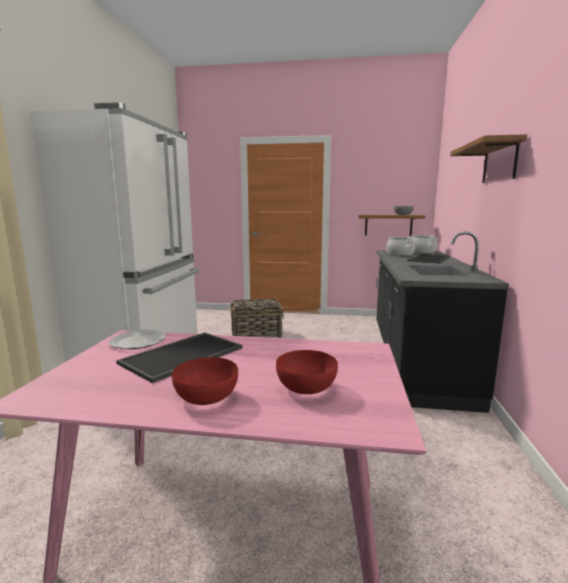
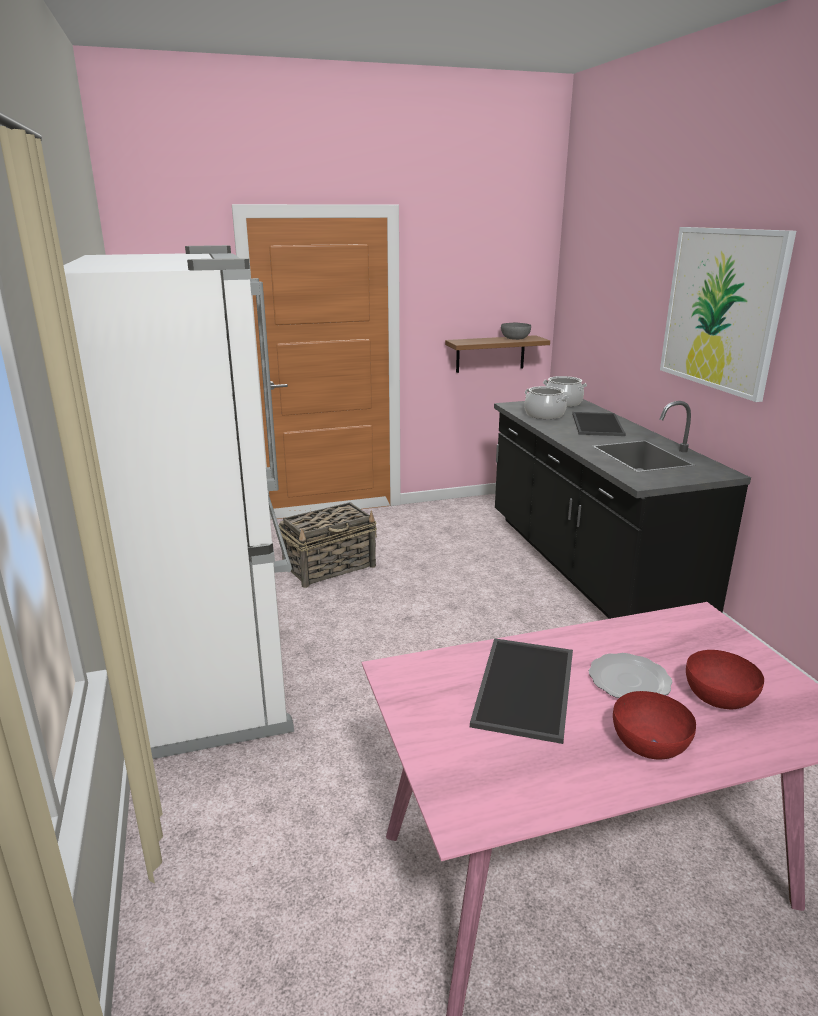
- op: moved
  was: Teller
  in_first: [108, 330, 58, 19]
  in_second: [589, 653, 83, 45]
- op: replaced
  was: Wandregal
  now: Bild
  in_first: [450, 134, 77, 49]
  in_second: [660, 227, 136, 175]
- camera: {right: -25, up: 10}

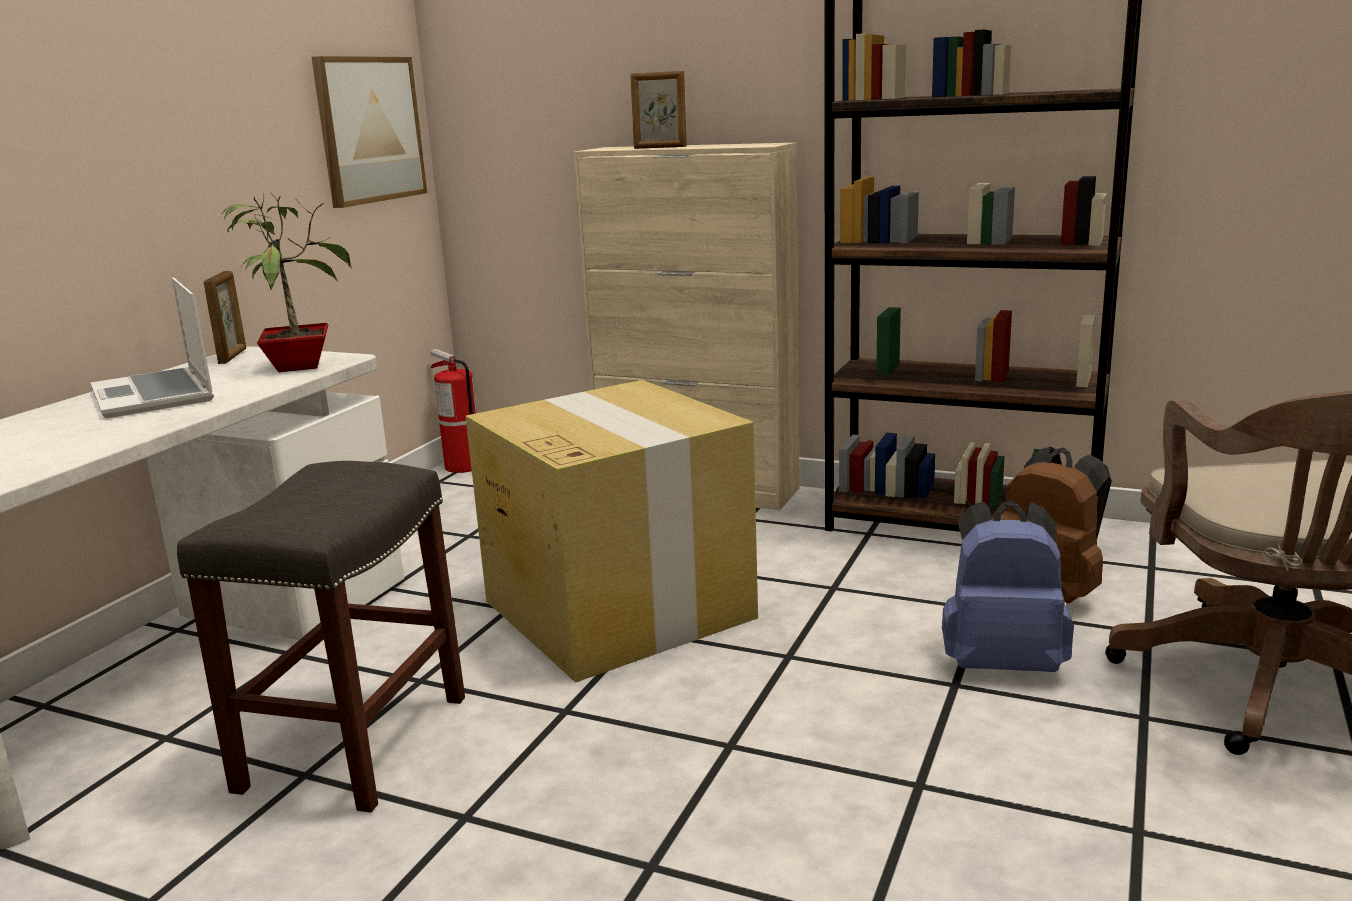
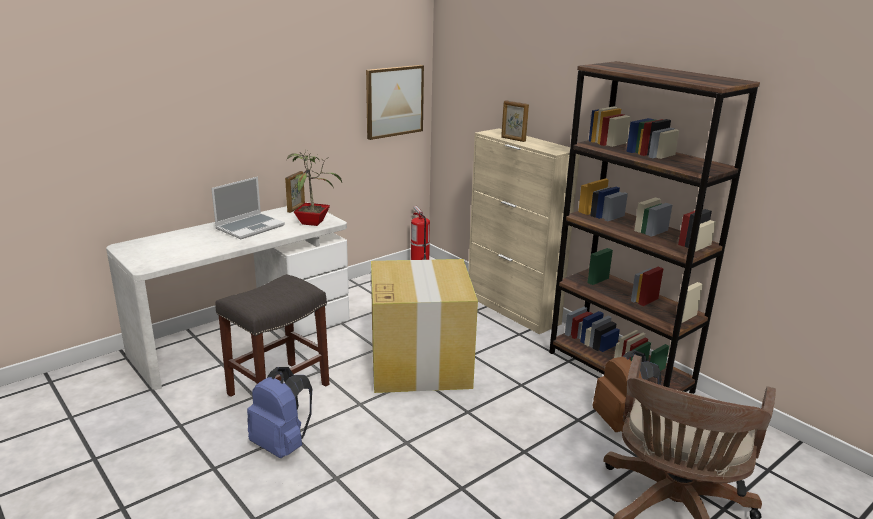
- op: turned
  was: Laptop
  in_first: [91, 277, 123, 141]
  in_second: [211, 176, 74, 63]
  clockwise: -135
- op: moved
  was: Rucksack (blau)
  in_first: [942, 500, 132, 172]
  in_second: [247, 367, 65, 91]
- camera: {right: 25, up: 5}

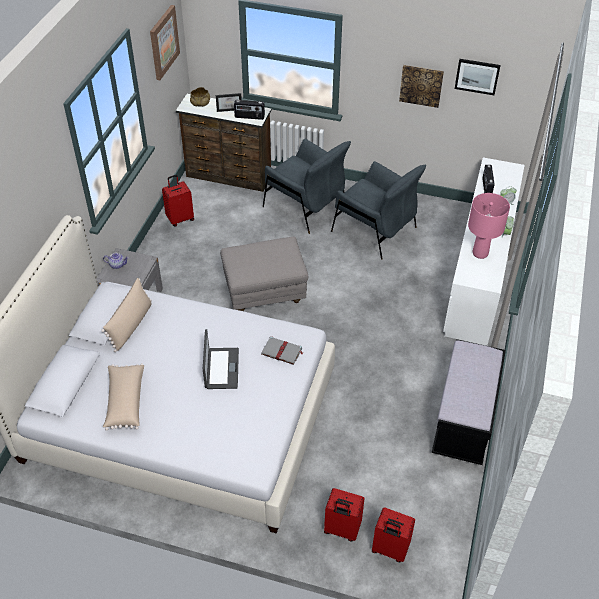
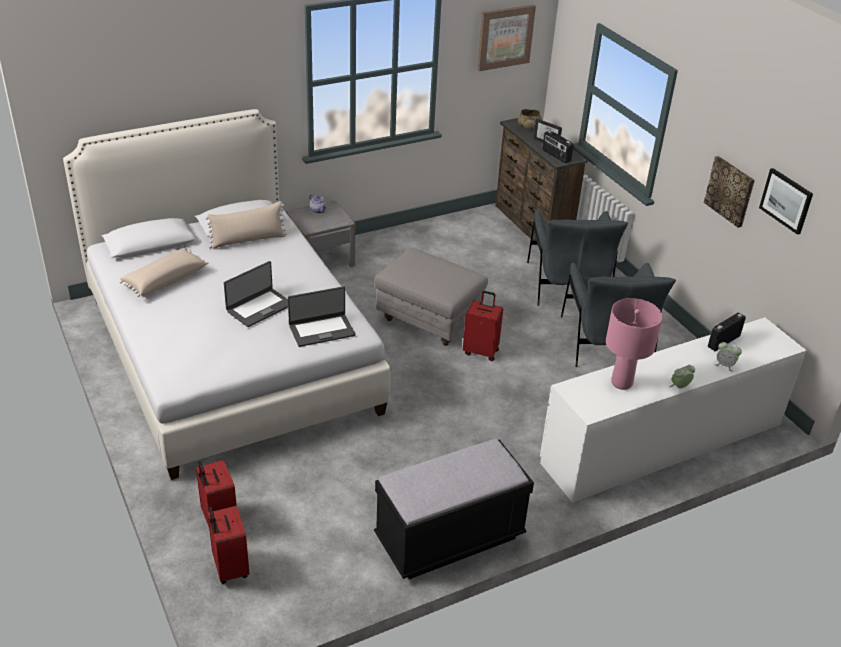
- op: moved
  was: Koffer (rot)
  in_first: [162, 175, 32, 52]
  in_second: [463, 291, 40, 70]
- op: replaced
  was: Buch (grau)
  now: Laptop
  in_first: [261, 336, 42, 29]
  in_second: [288, 286, 67, 61]
- camera: {right: 45, up: -10}

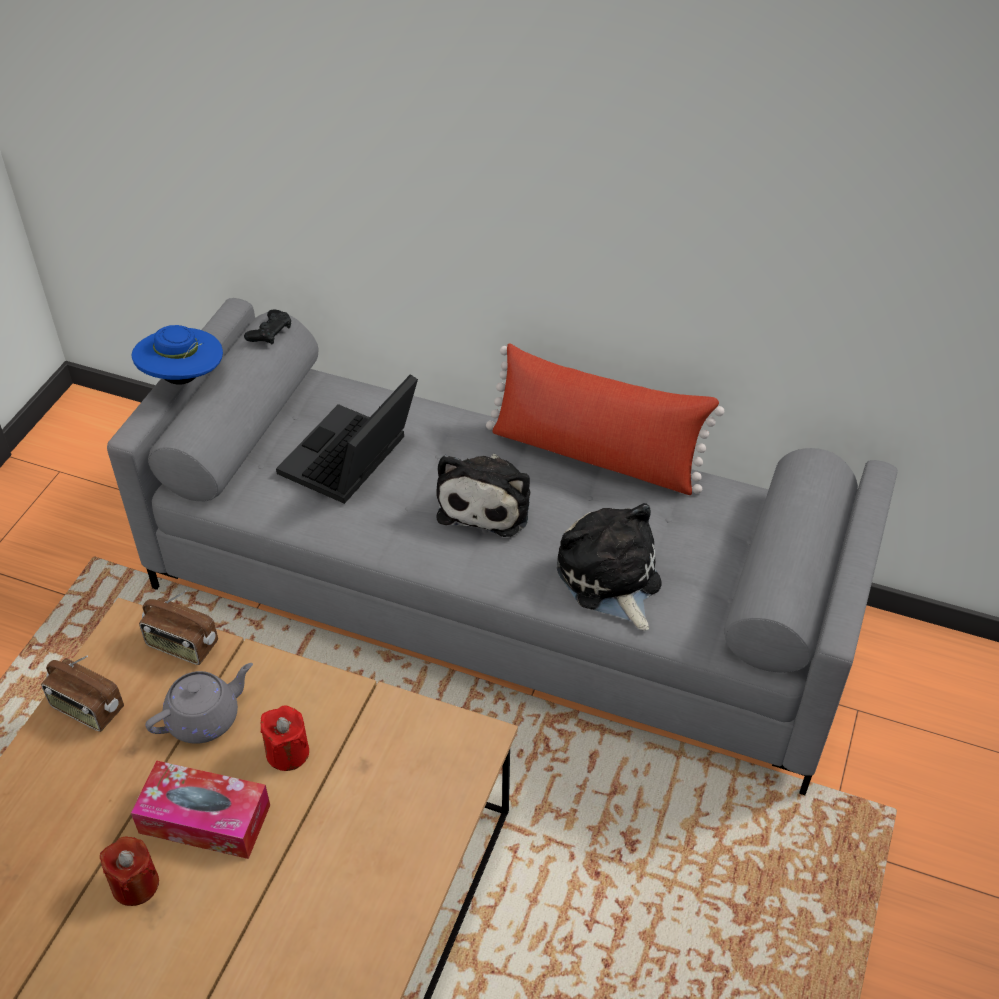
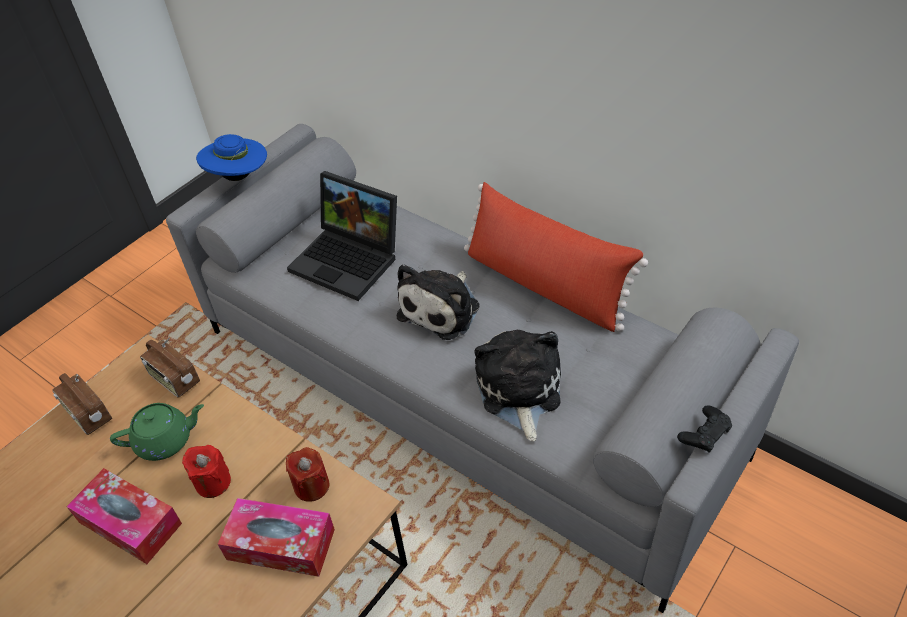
- op: moved
  was: Kerze (rot)
  in_first: [100, 837, 59, 69]
  in_second: [286, 447, 43, 55]
- op: recoloured
  was: Teekanne (grau)
  now: Teekanne (grün)
  in_first: [145, 663, 108, 81]
  in_second: [110, 403, 94, 58]
- op: moved
  was: Gamepad (schwarz)
  in_first: [244, 310, 47, 35]
  in_second: [677, 405, 55, 48]
- op: turned
  was: Laptop
  in_first: [276, 375, 142, 129]
  in_second: [287, 171, 110, 130]
  clockwise: -105
- op: added
  now: Taschentuchbox
  in_second: [218, 498, 117, 79]
- camera: {right: 20, up: 0}

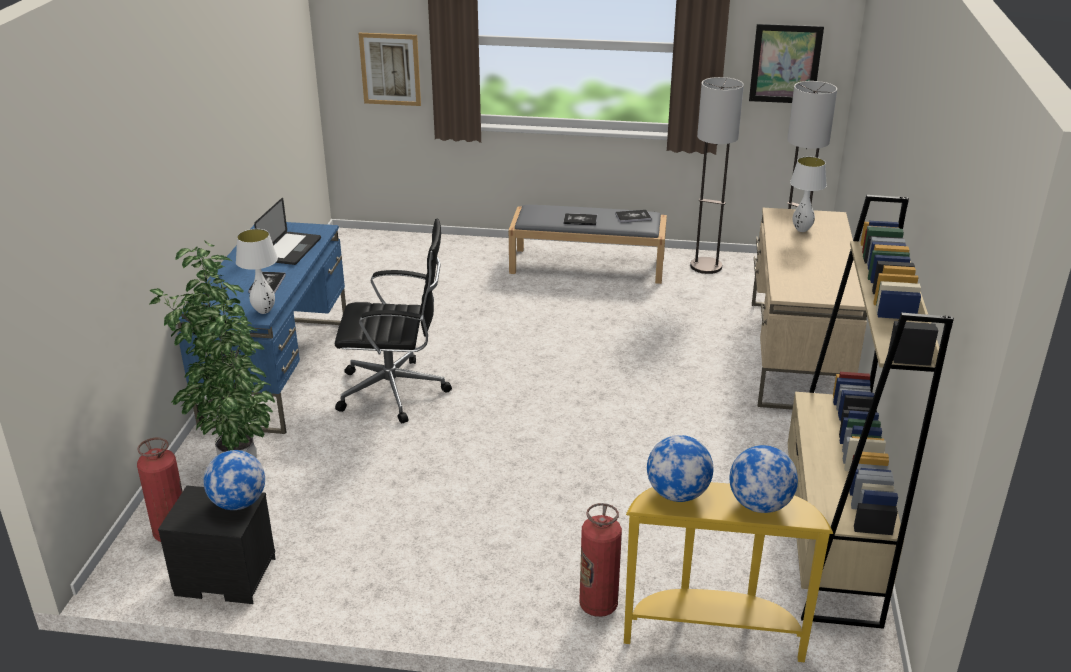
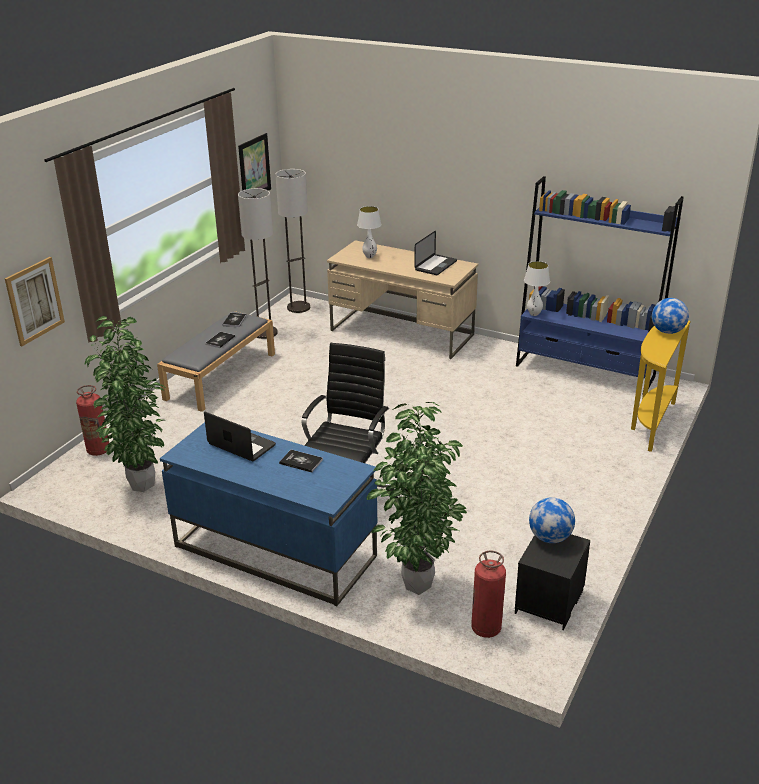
- op: moved
  was: Tischlampe (weiß)
  in_first: [236, 229, 42, 85]
  in_second: [524, 261, 26, 55]
- op: moved
  was: Feuerlöscher
  in_first: [579, 503, 43, 114]
  in_second: [76, 385, 33, 71]
- op: removed
  was: Globus
  in_first: [647, 435, 66, 67]
- op: recoloured
  was: Bücherregal (beige)
  now: Bücherregal (blau)
  in_first: [788, 195, 166, 434]
  in_second: [516, 176, 168, 220]
- op: added
  now: Topfpflanze
  in_second: [85, 316, 81, 176]
- op: added
  now: Laptop
  in_second: [414, 231, 43, 44]
- camera: {right: -70, up: 0}

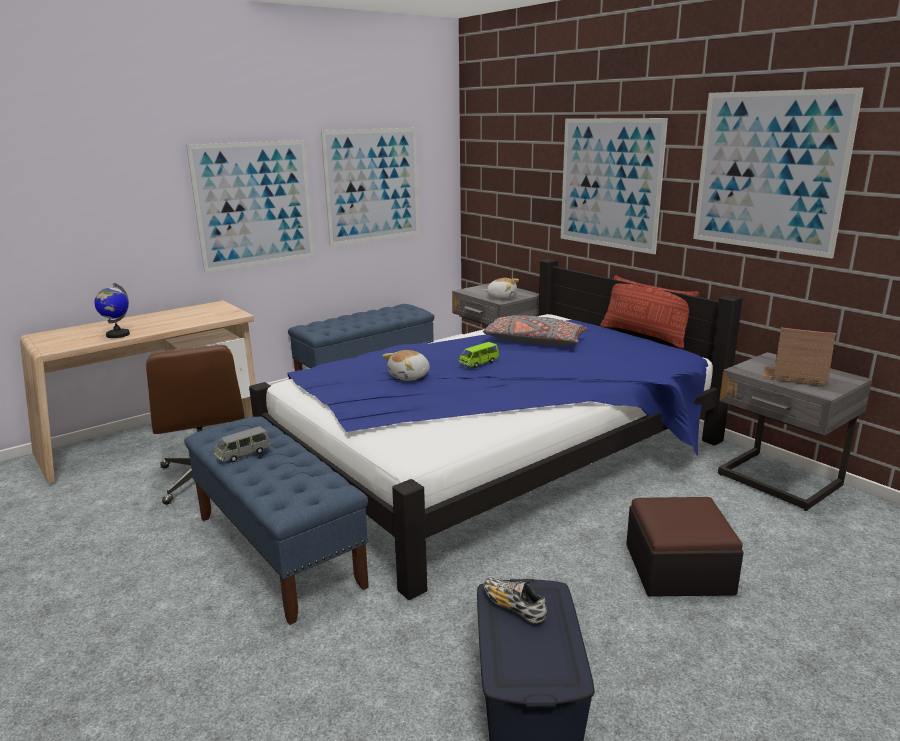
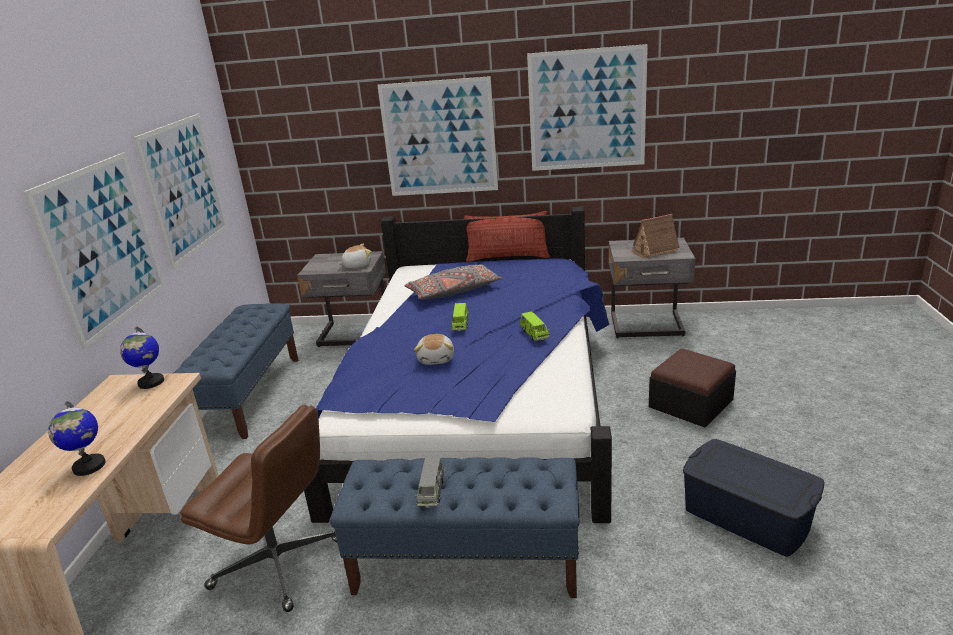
- op: removed
  was: Schuh
  in_first: [484, 578, 63, 46]
- op: added
  now: Globus
  in_second: [120, 327, 44, 62]
- op: added
  now: Spielzeugauto (grün)
  in_second: [520, 311, 30, 30]
- camera: {right: -45, up: 5}

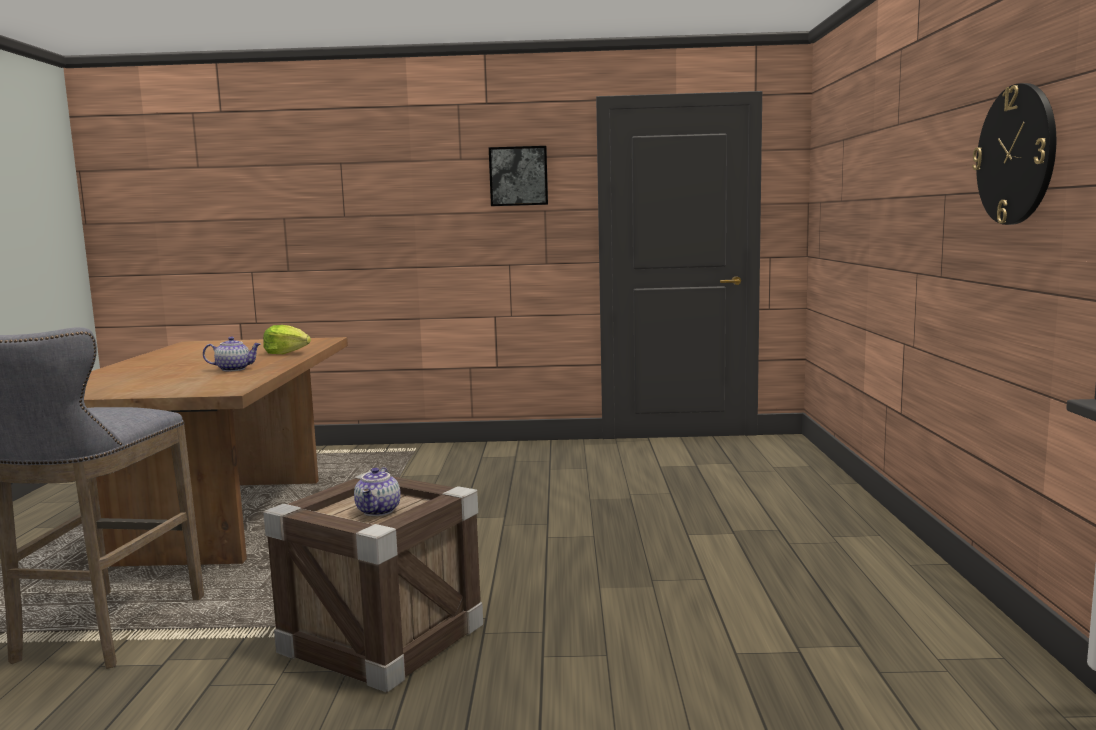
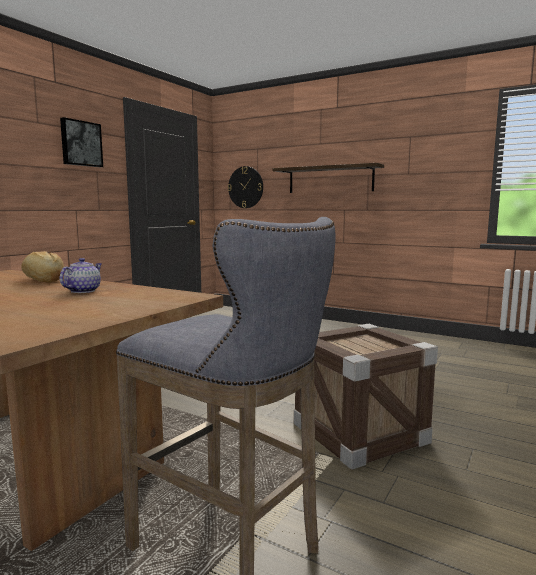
- op: replaced
  was: Salatkopf
  now: Brot
  in_first: [263, 325, 48, 29]
  in_second: [21, 251, 43, 32]
- op: removed
  was: Teekanne
  in_first: [354, 467, 47, 49]
- op: moved
  was: Wanduhr
  in_first: [972, 83, 84, 142]
  in_second: [228, 166, 35, 42]
- op: added
  now: Wandregal
  in_second: [272, 163, 112, 30]
- camera: {right: -60, up: 0}

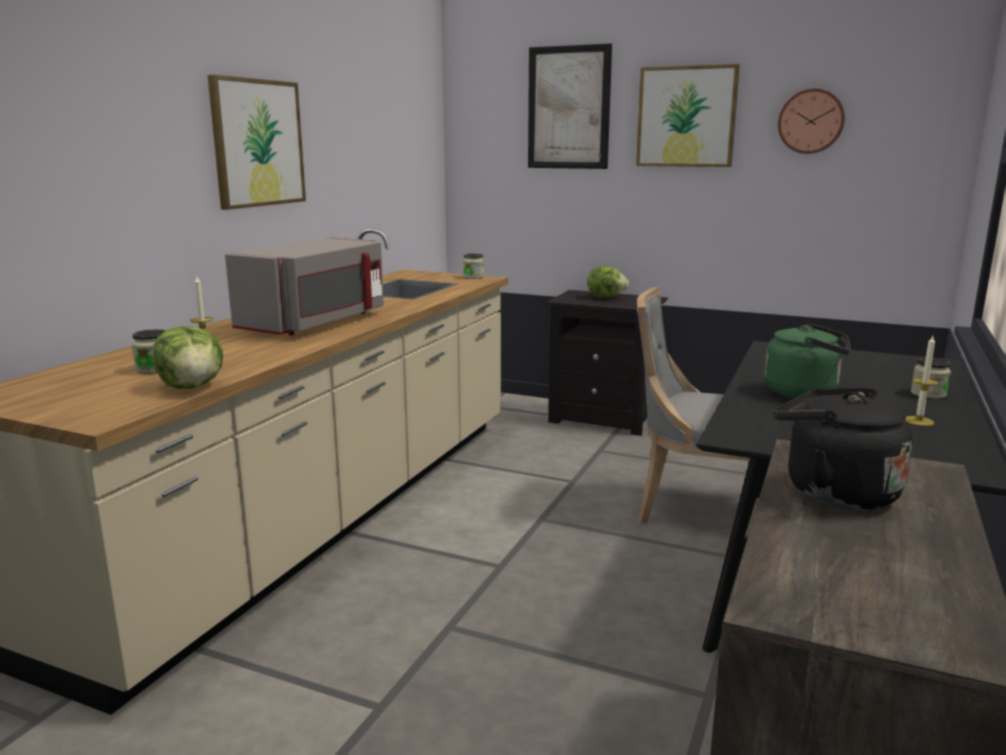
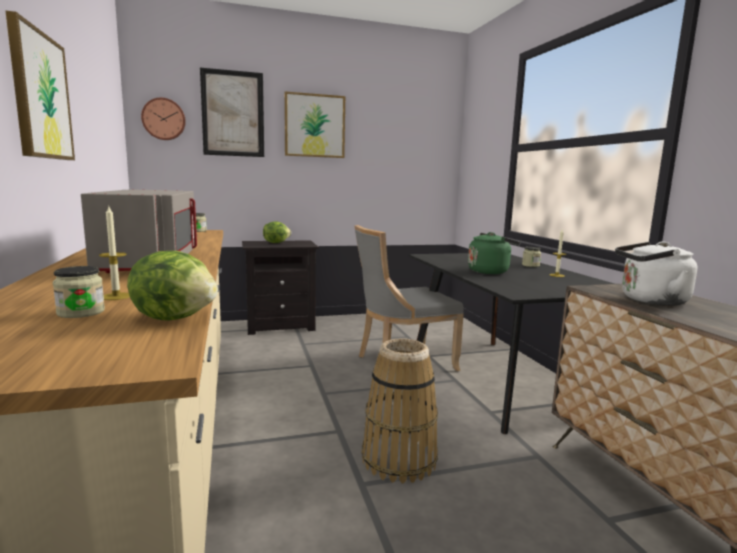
- op: recoloured
  was: Wasserkessel (schwarz)
  now: Wasserkessel (weiß)
  in_first: [773, 388, 140, 122]
  in_second: [615, 241, 82, 65]
- op: moved
  was: Wanduhr
  in_first: [778, 88, 67, 66]
  in_second: [141, 98, 45, 42]
- op: added
  now: Korb
  in_second: [362, 338, 76, 145]
- camera: {right: -40, up: -5}

